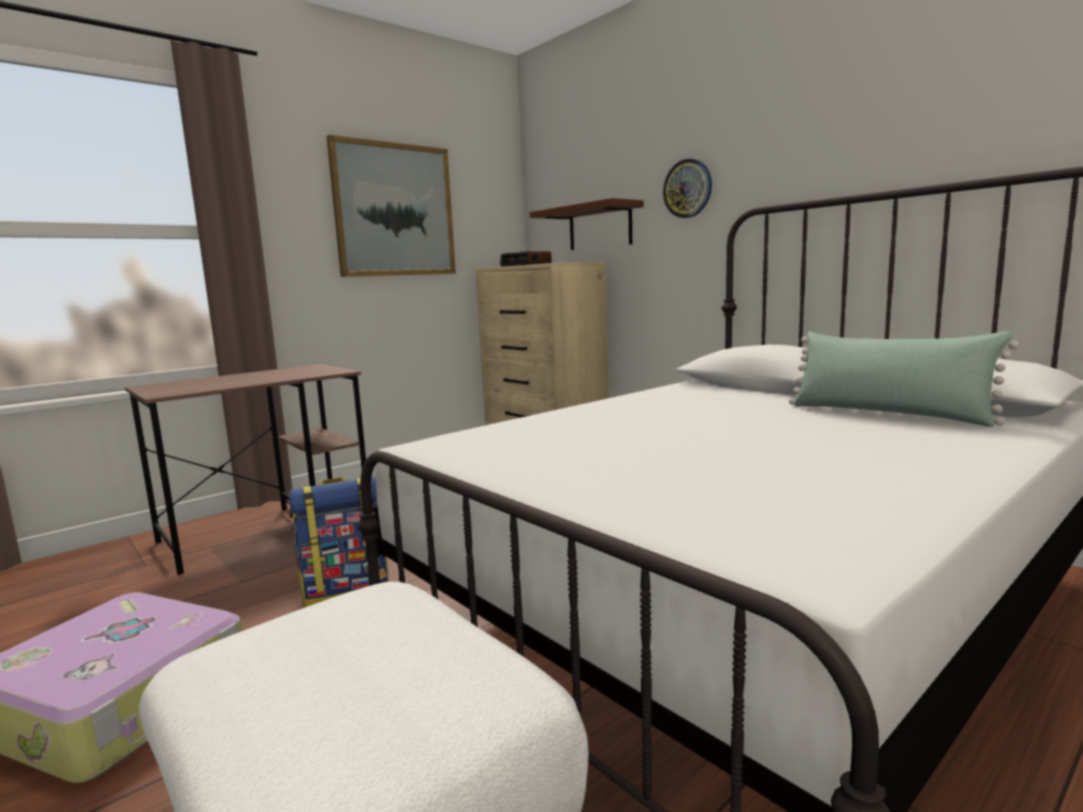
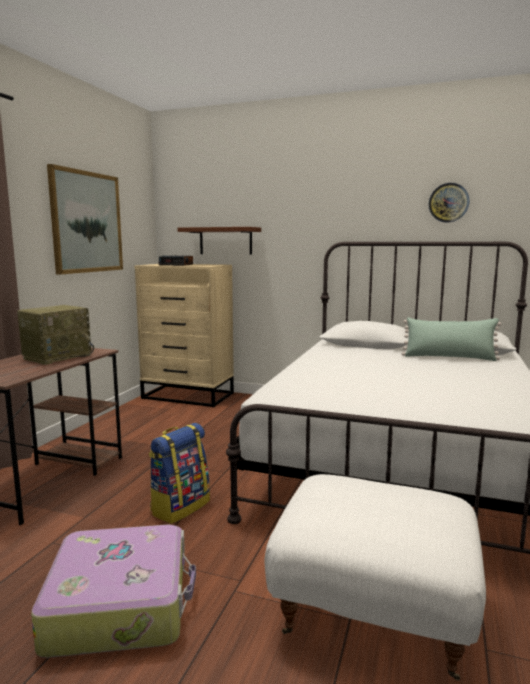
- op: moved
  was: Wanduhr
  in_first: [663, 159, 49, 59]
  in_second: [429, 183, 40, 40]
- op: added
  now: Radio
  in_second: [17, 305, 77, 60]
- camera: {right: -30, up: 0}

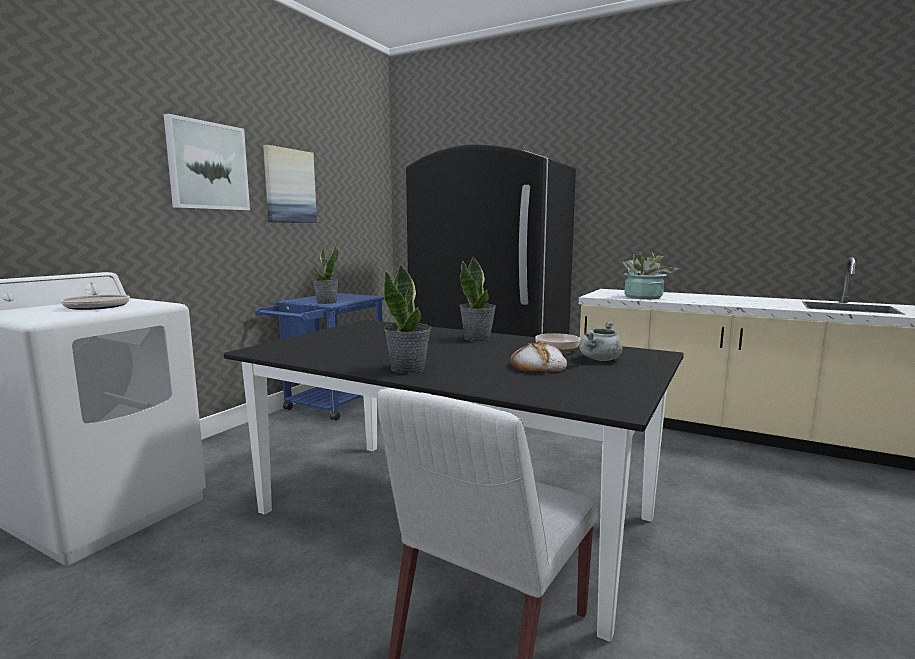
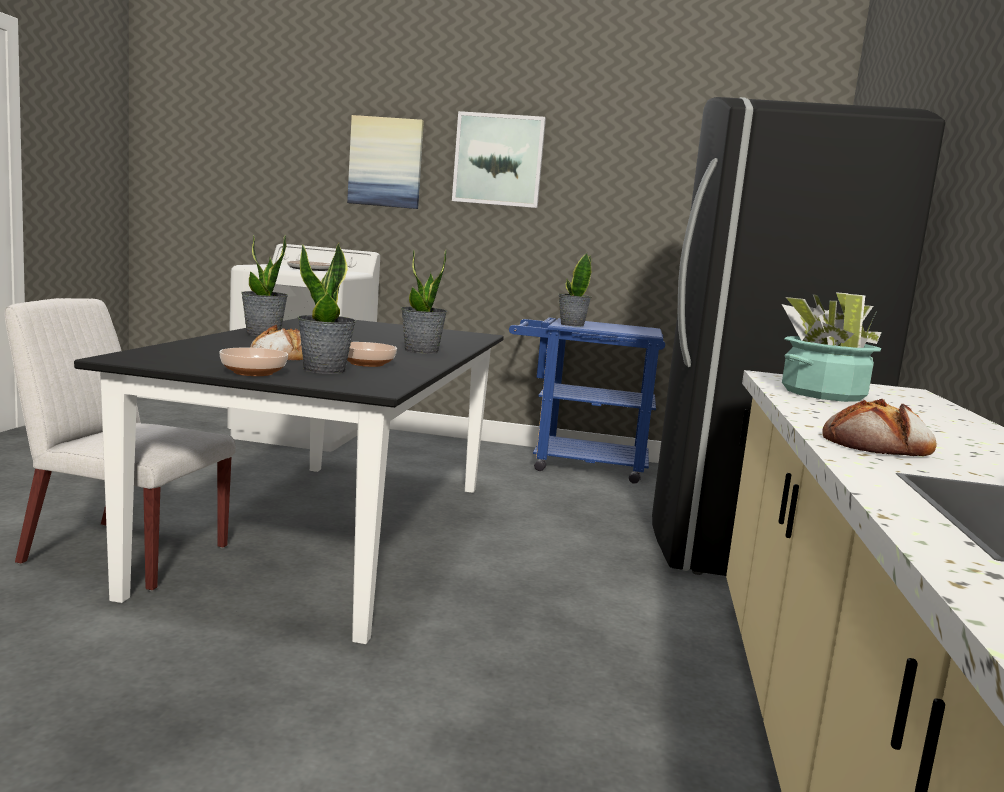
- op: moved
  was: Bild
  in_first: [263, 145, 54, 78]
  in_second: [347, 115, 77, 94]
- op: replaced
  was: Kochtopf (grau)
  now: Topfpflanze
  in_first: [579, 321, 44, 40]
  in_second: [298, 243, 58, 131]
- op: added
  now: Schüssel
  in_second: [219, 348, 69, 28]
- op: added
  now: Brot
  in_second: [822, 399, 114, 57]
- camera: {right: 70, up: 0}

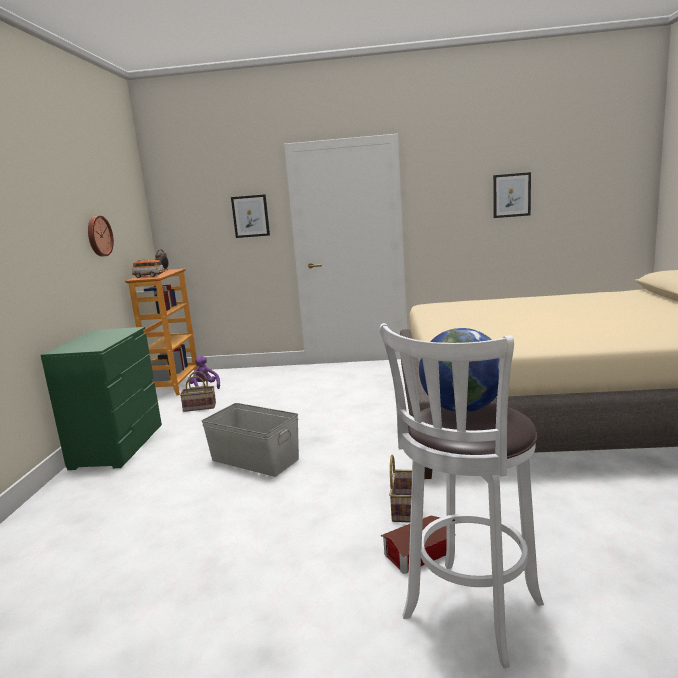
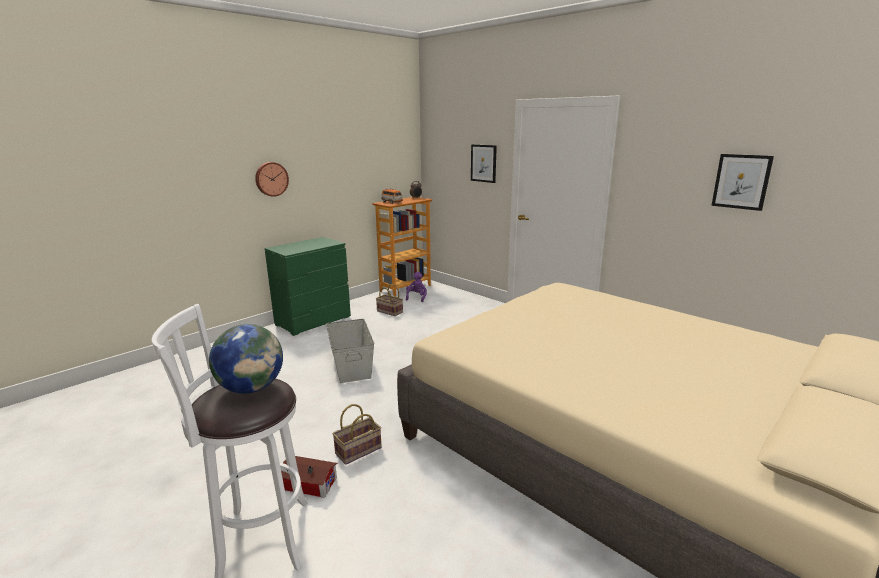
- op: moved
  was: Wanduhr
  in_first: [88, 216, 26, 41]
  in_second: [255, 162, 34, 35]
- camera: {right: 40, up: 5}

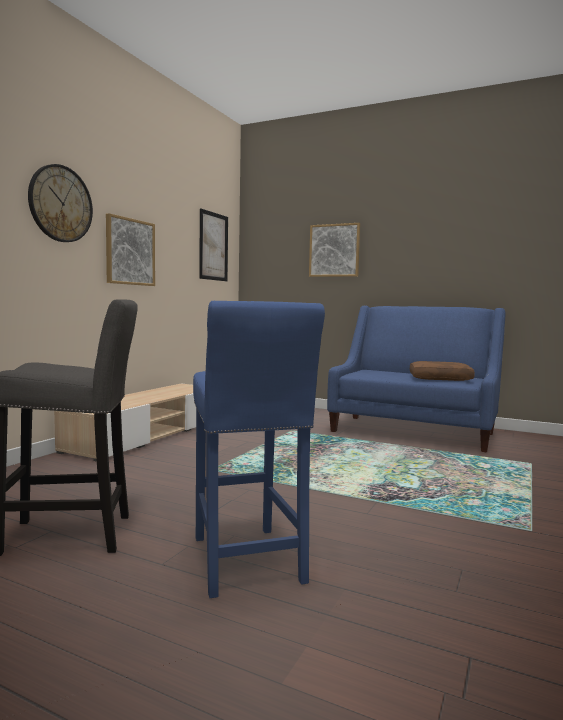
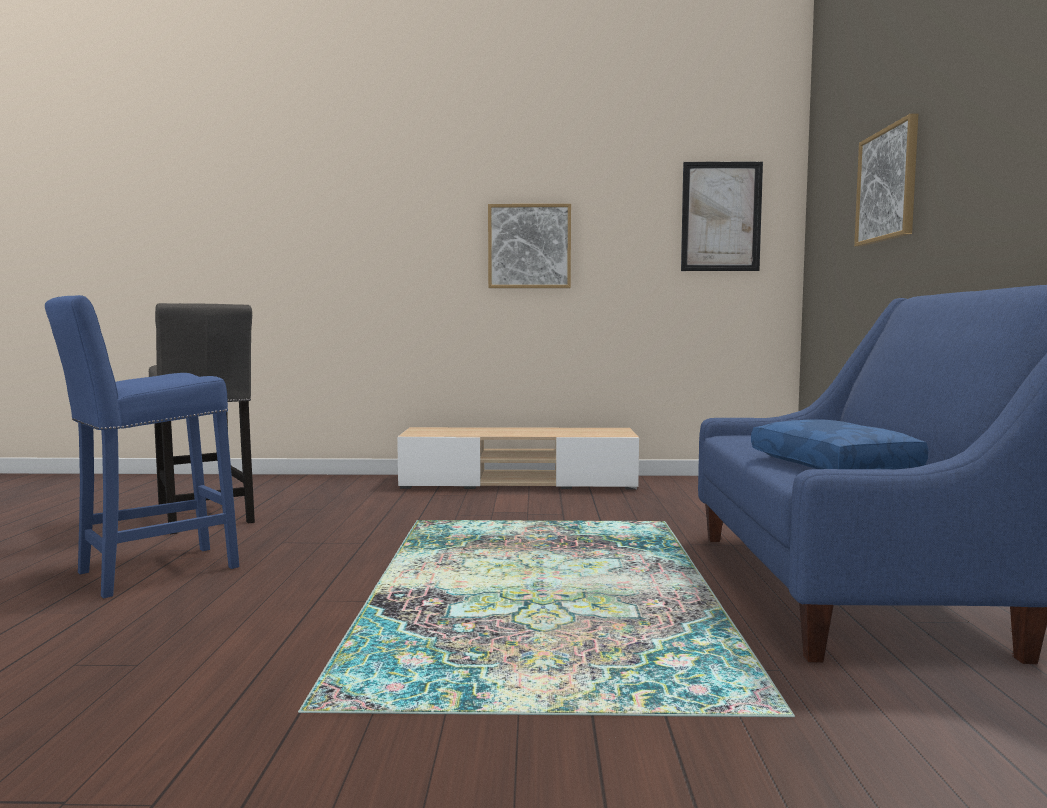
- op: removed
  was: Wanduhr
  in_first: [28, 164, 65, 78]
- op: recoloured
  was: Kissen (braun)
  now: Kissen (blau)
  in_first: [410, 361, 65, 20]
  in_second: [751, 420, 177, 49]
- camera: {right: 65, up: 0}

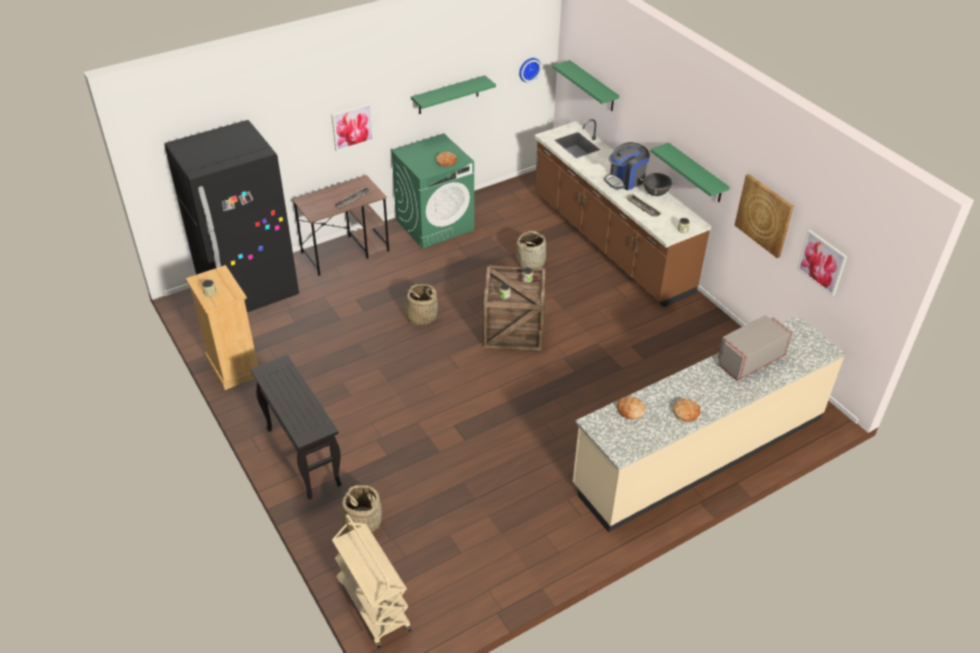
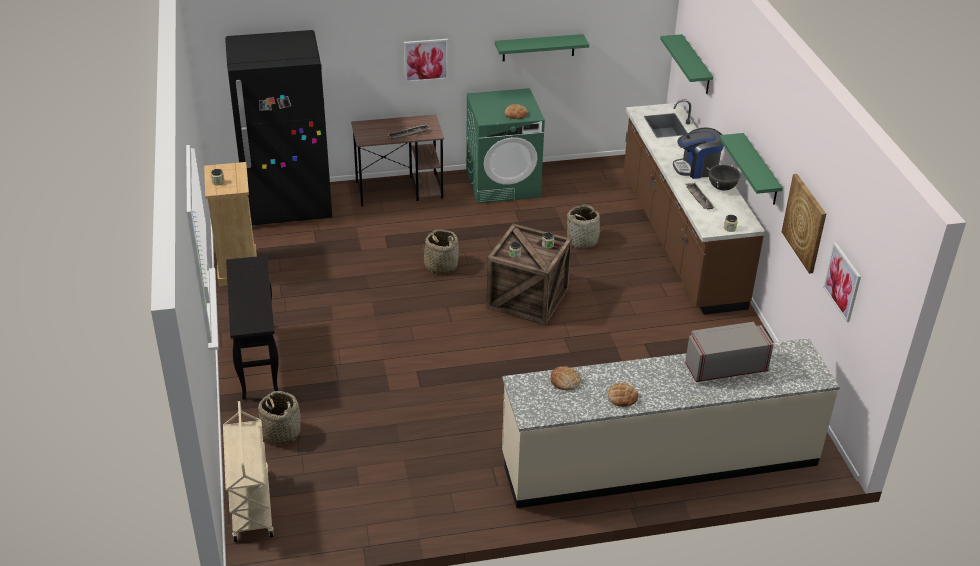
- op: removed
  was: Wanduhr
  in_first: [519, 58, 22, 24]
- camera: {right: 20, up: -5}

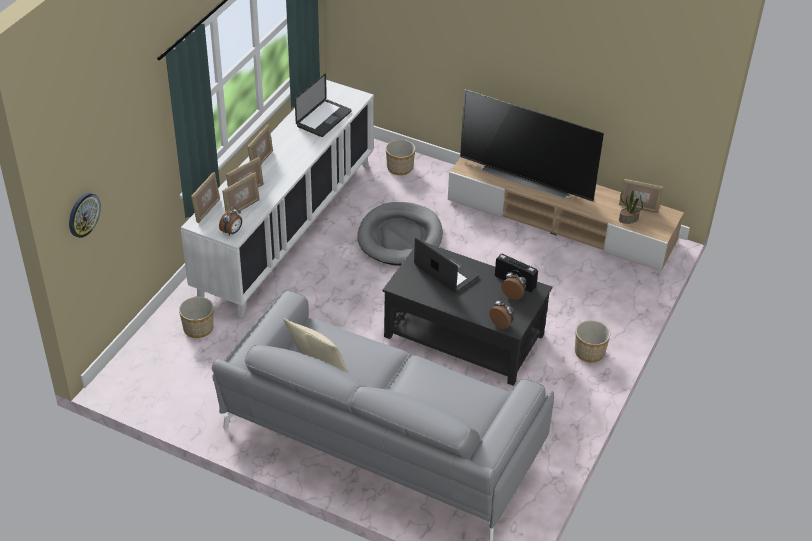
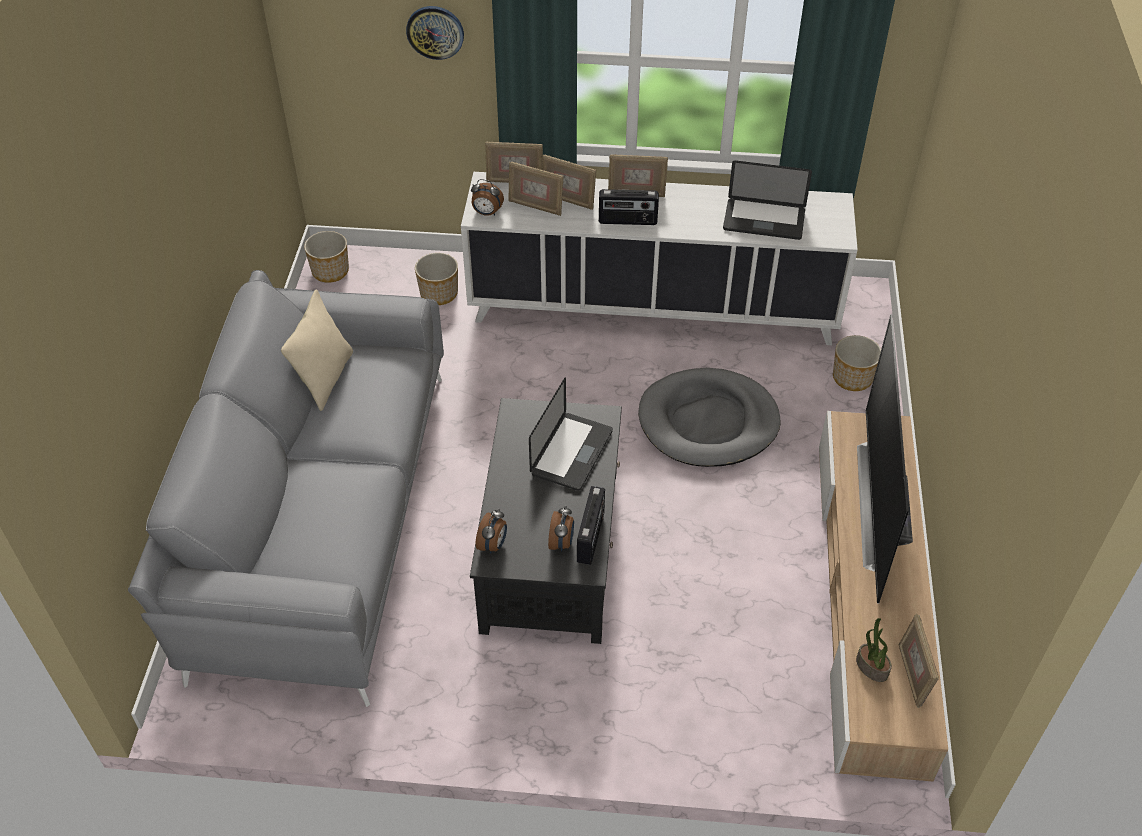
- op: moved
  was: Wanduhr
  in_first: [69, 193, 32, 45]
  in_second: [406, 6, 58, 54]
- op: moved
  was: Pflanzkübel
  in_first: [575, 320, 35, 42]
  in_second: [304, 231, 45, 52]
- op: added
  now: Radio
  in_second: [599, 189, 60, 36]
- camera: {right: 70, up: 5}

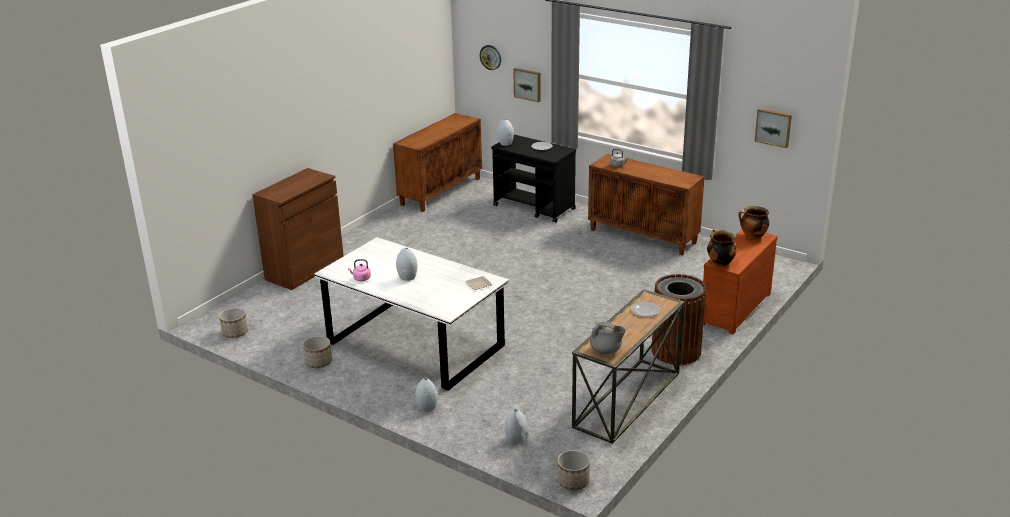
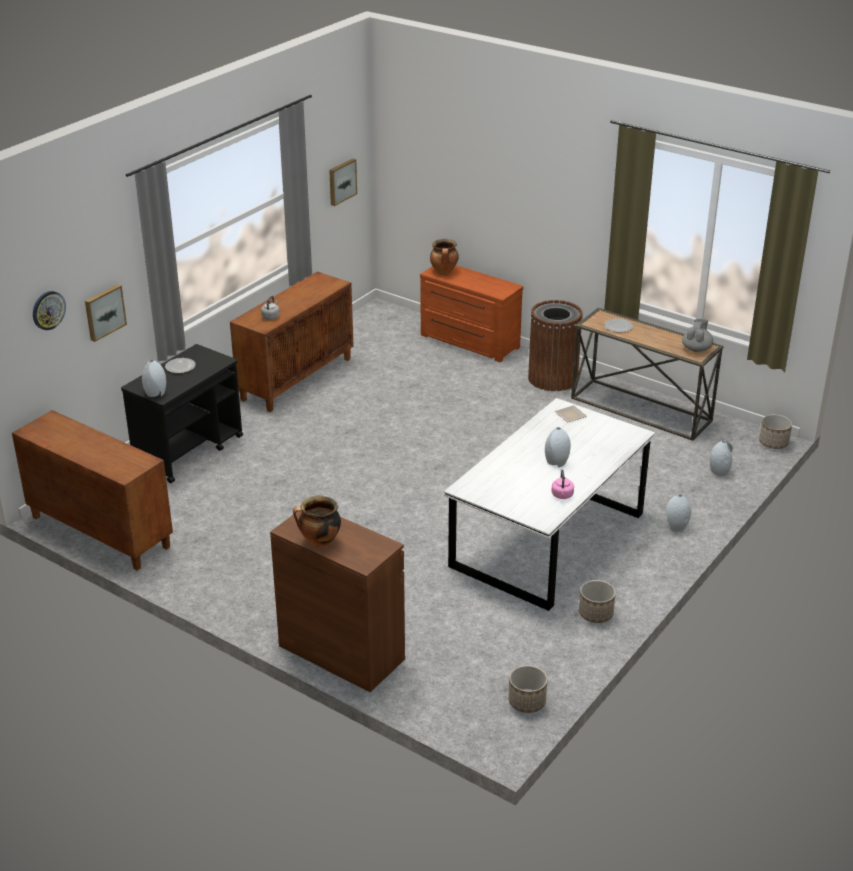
- op: moved
  was: Kochtopf
  in_first: [707, 229, 30, 38]
  in_second: [293, 496, 48, 51]
- camera: {right: -90, up: 5}

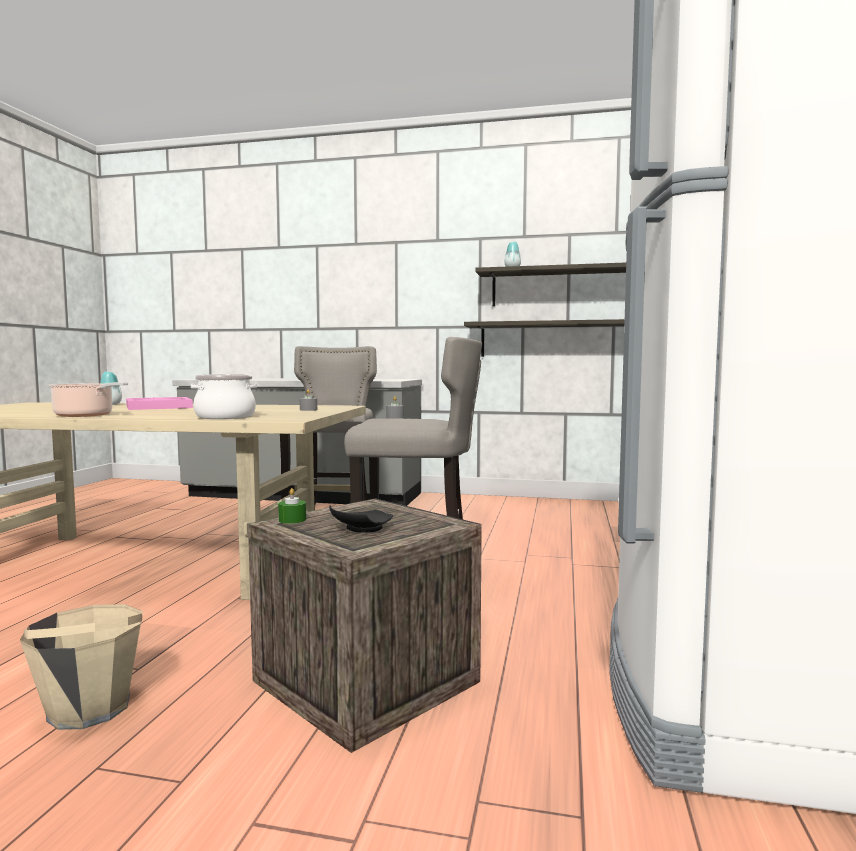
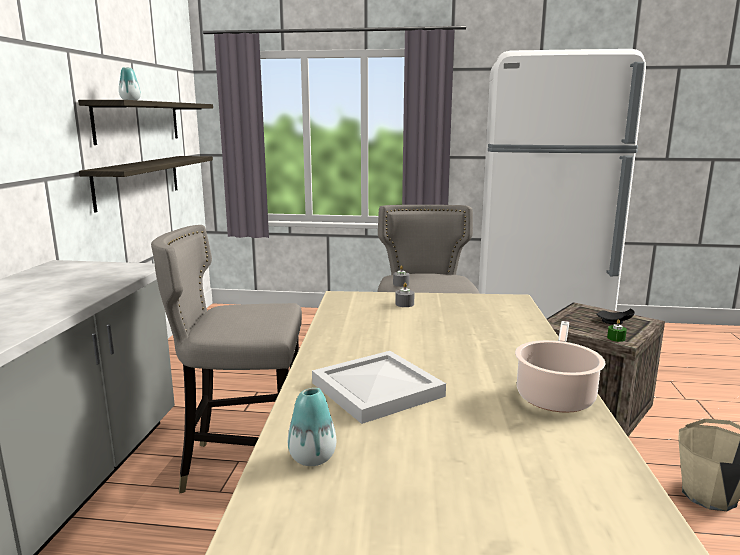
- op: recoloured
  was: Tablett (rosa)
  now: Tablett (weiß)
  in_first: [126, 397, 67, 13]
  in_second: [312, 351, 134, 73]
- op: removed
  was: Kochtopf
  in_first: [191, 374, 66, 45]
- camera: {right: -95, up: 10}

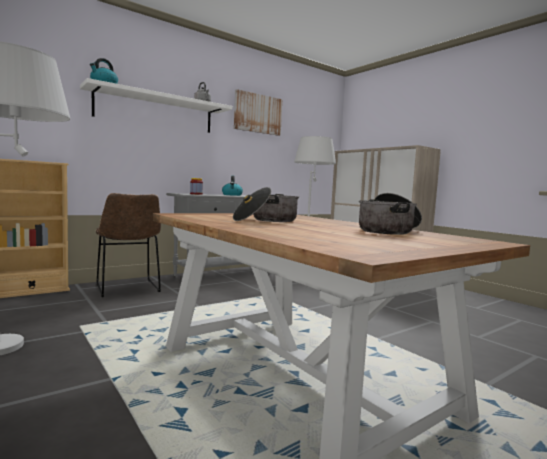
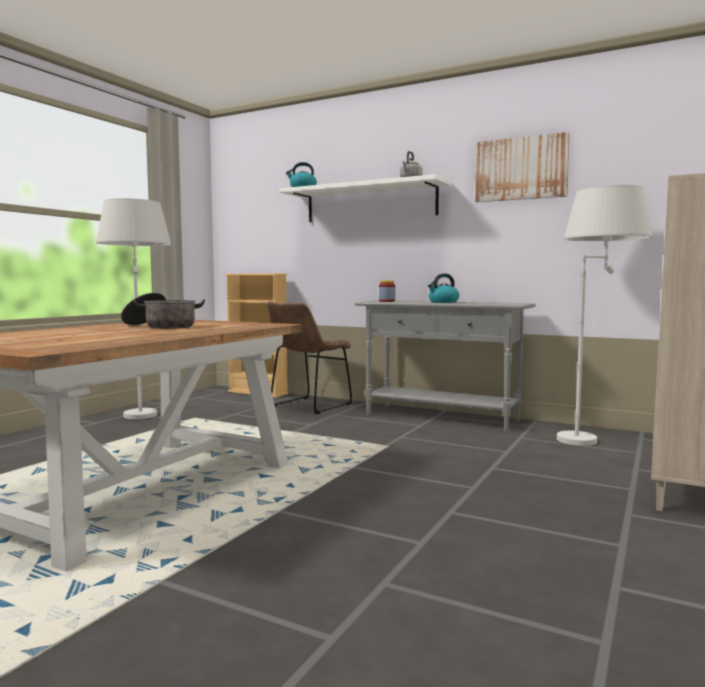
- op: removed
  was: Kochtopf
  in_first: [359, 193, 63, 42]
- camera: {right: 65, up: 0}

